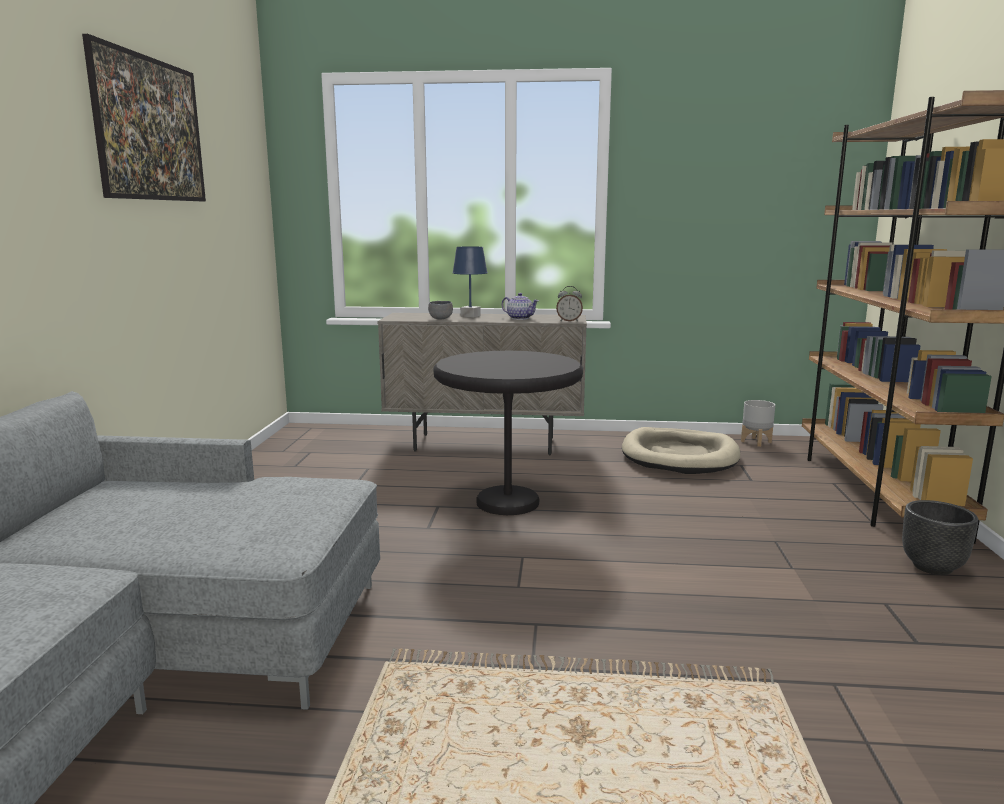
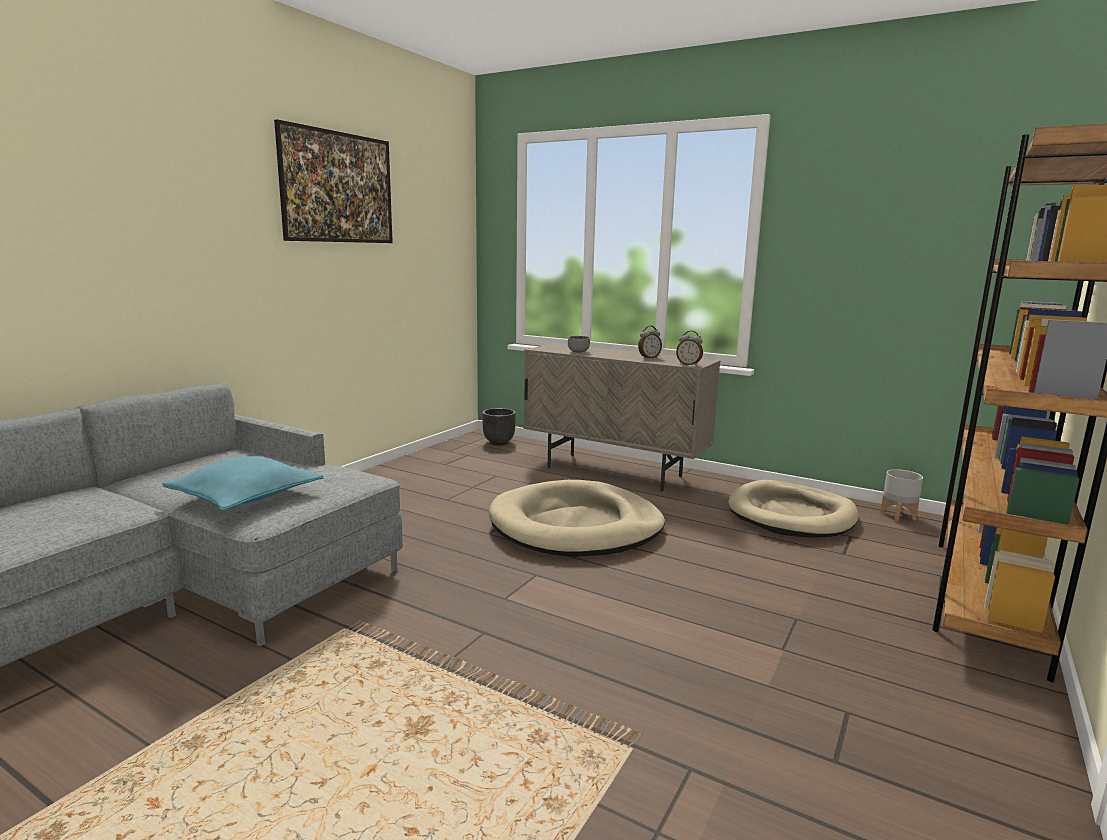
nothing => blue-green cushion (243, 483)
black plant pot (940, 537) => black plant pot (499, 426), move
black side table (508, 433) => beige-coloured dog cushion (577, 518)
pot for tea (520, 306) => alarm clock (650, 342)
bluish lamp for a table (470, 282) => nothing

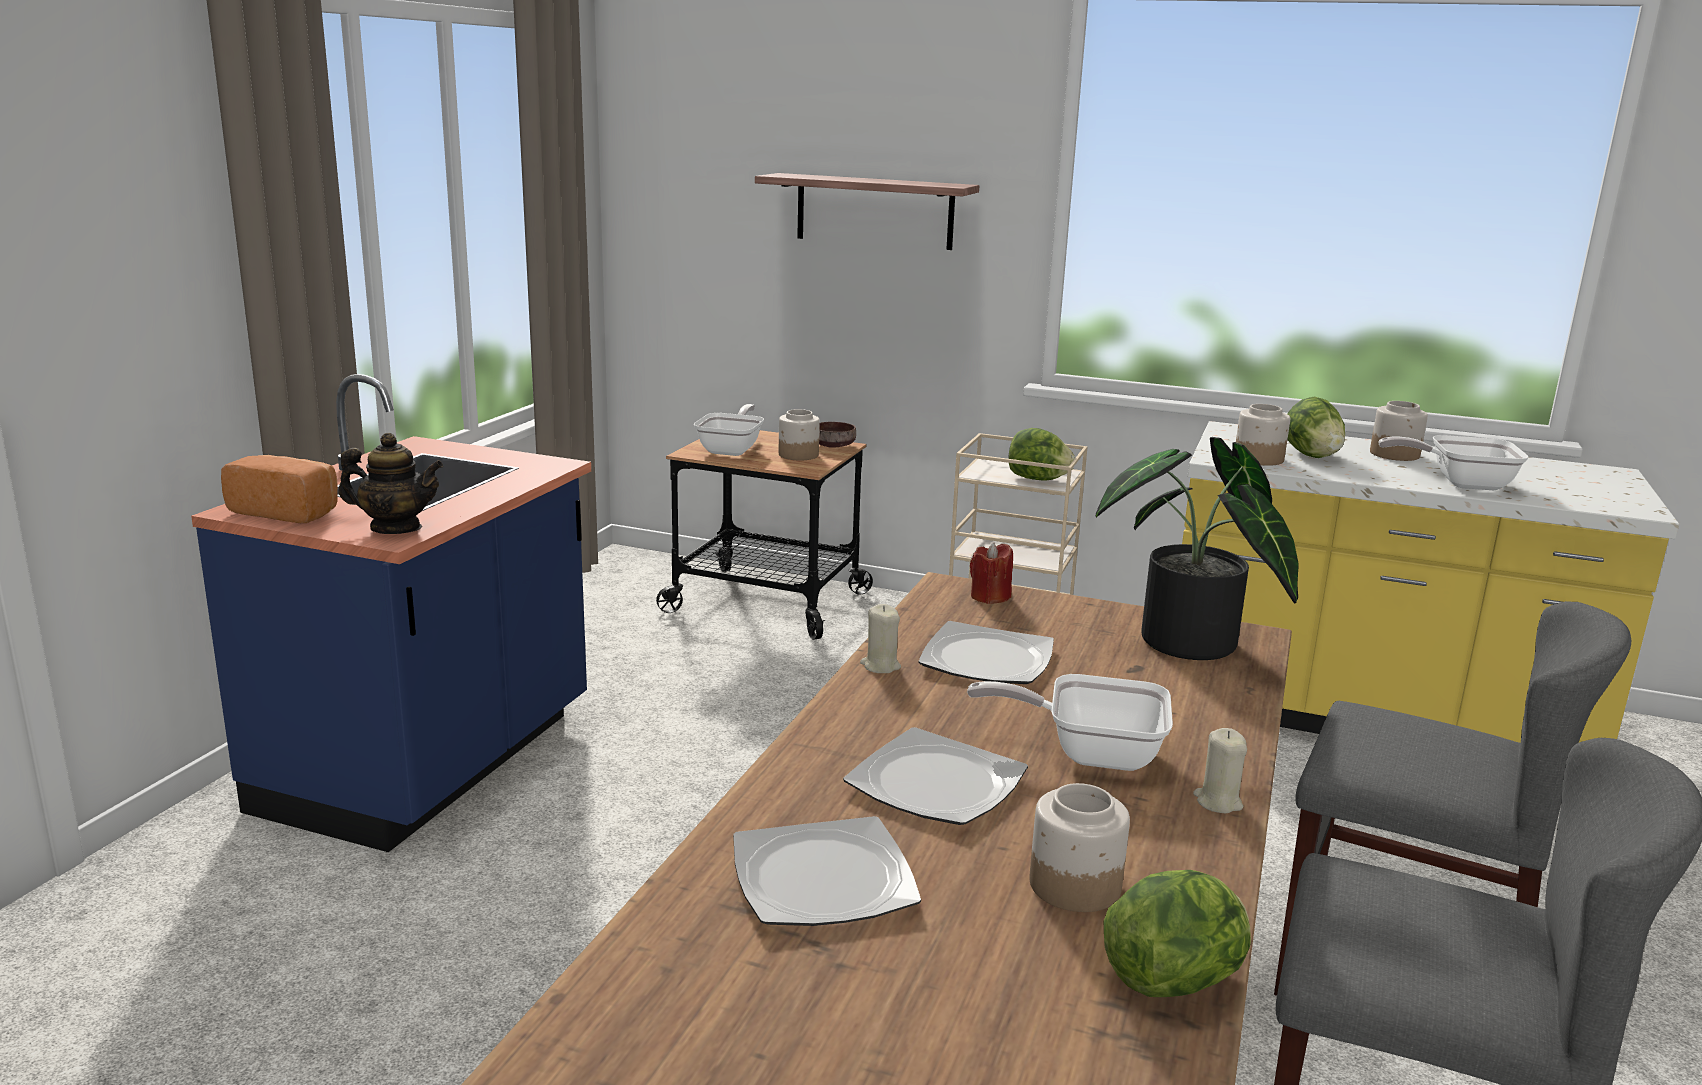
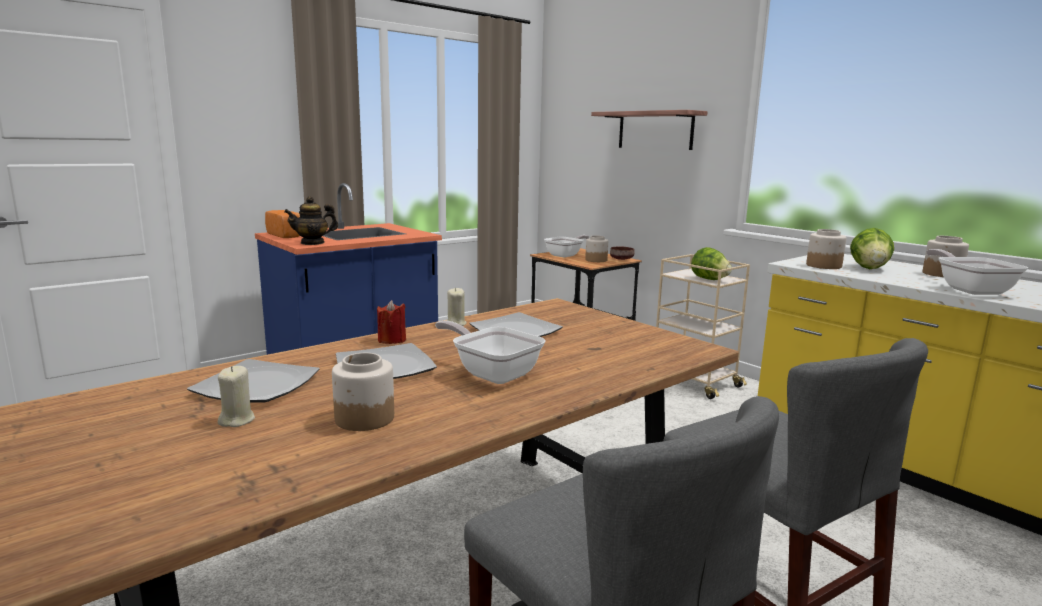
beige-coloured wax light (1220, 771) => beige-coloured wax light (236, 396), move
pot for tea (390, 483) => pot for tea (311, 220), 120 degrees clockwise
red wax light (991, 573) => red wax light (391, 322), move
frying pan (1454, 462) => frying pan (977, 272), 45 degrees clockwise
plant in a pot (1197, 548) => nothing
head of lettuce (1177, 933) => nothing

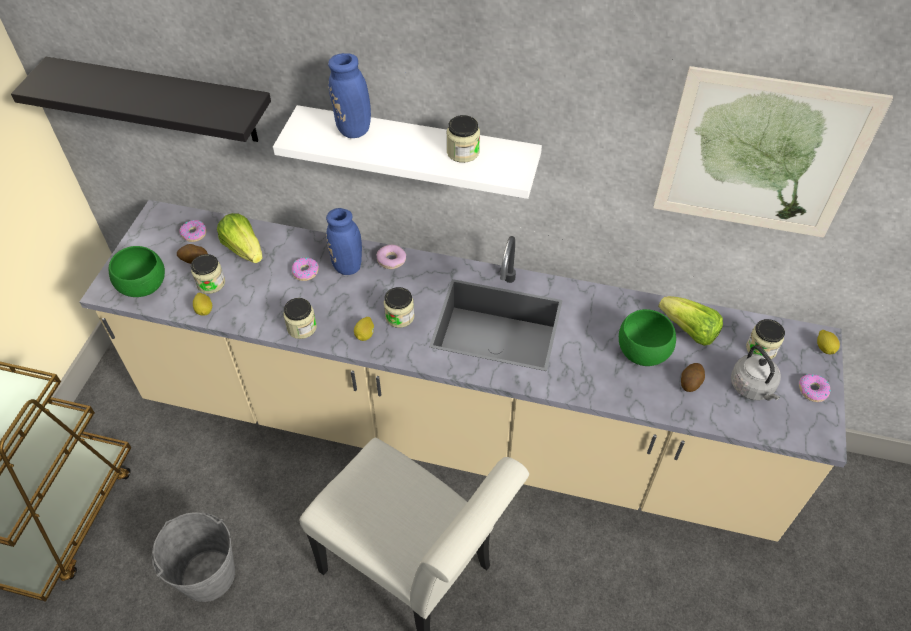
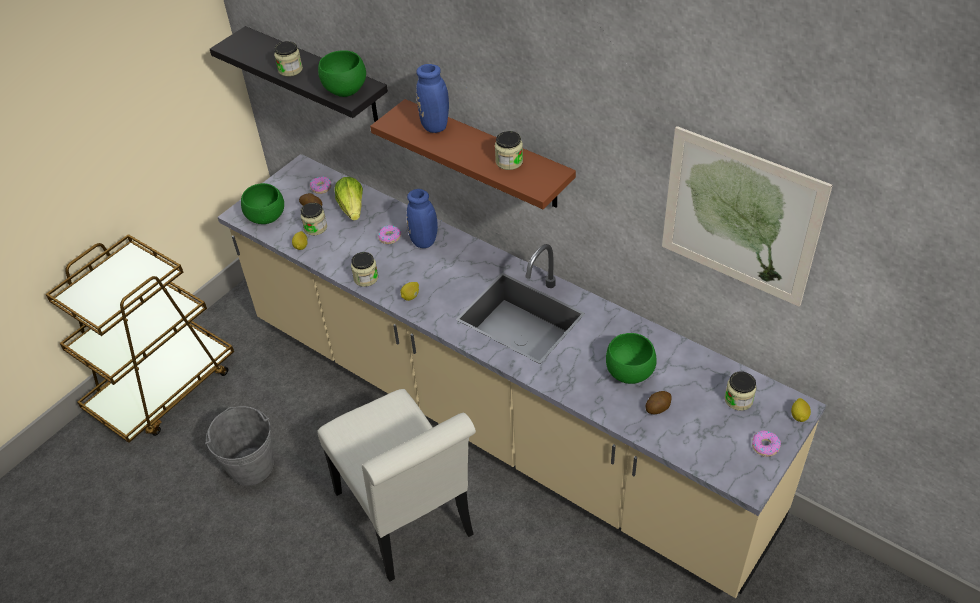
jar (399, 307) => jar (288, 58), move
nothing => green-coloured serving bowl (342, 73)
whitish shelf (407, 152) => brown shelf (473, 154)
ring doughnut (391, 257) => nothing
head of lettuce (690, 321) => nothing
greyish tea kettle (756, 373) => nothing

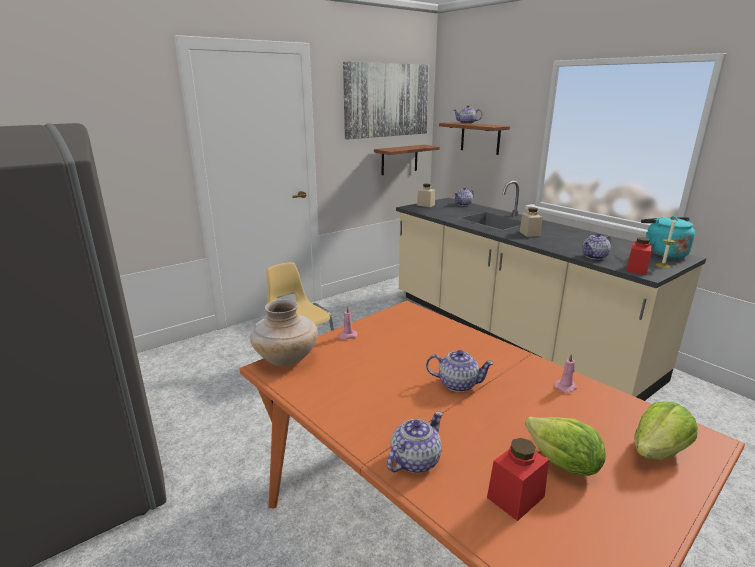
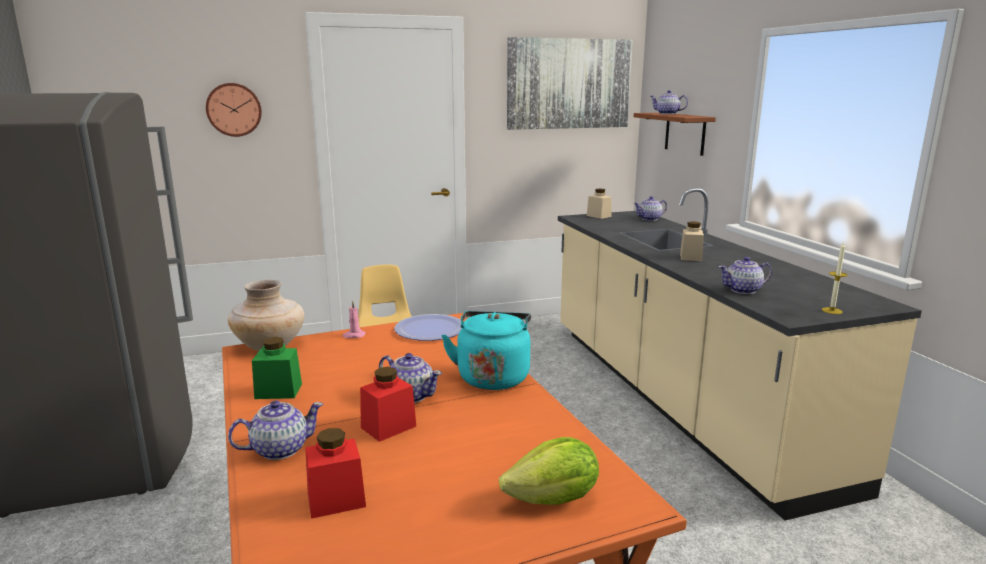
nothing => wall clock (234, 110)
nothing => green-coloured jar (277, 368)
red jar (638, 256) => red jar (388, 404), move
nothing => dinner plate (428, 327)
blue-green tea kettle (668, 237) => blue-green tea kettle (486, 350), move
brown shelf (407, 160) => nothing
head of lettuce (565, 446) => nothing
pink wax light (565, 373) => nothing

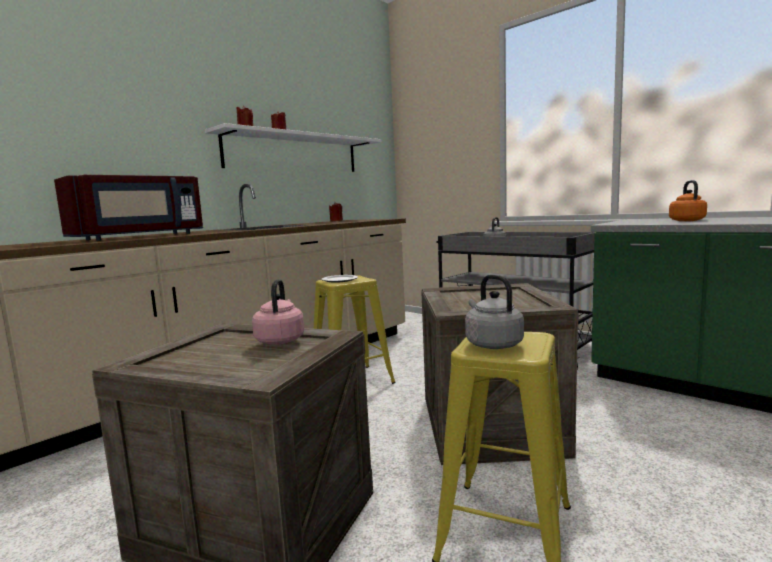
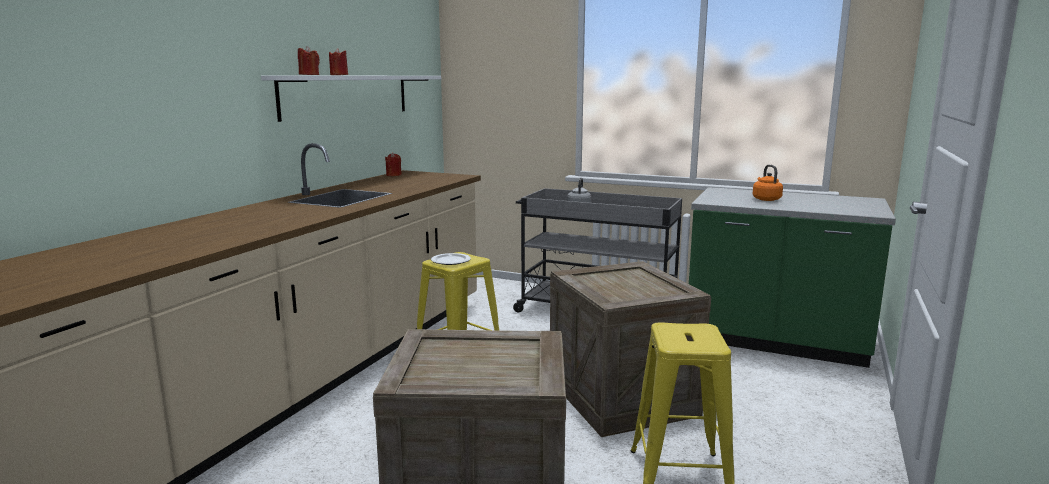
red kitchen microwave (128, 208) => nothing
pink tea kettle (278, 312) => nothing
greyish tea kettle (494, 312) => nothing

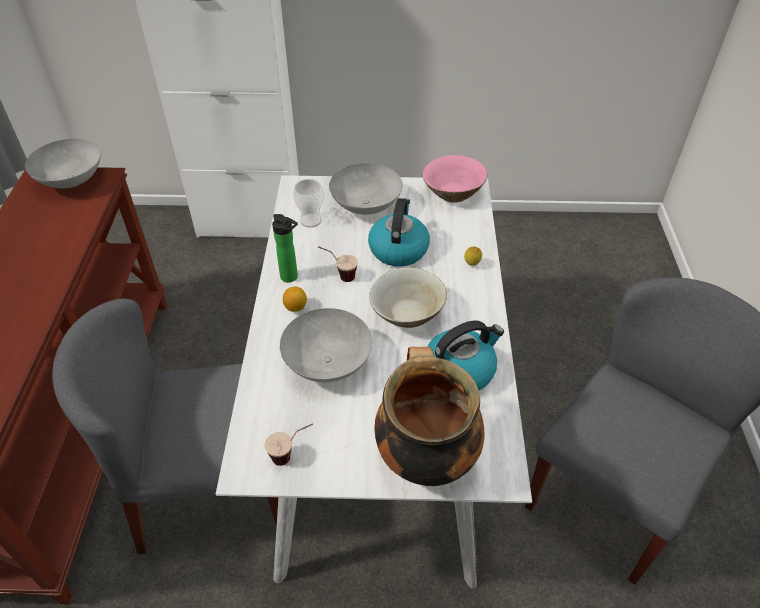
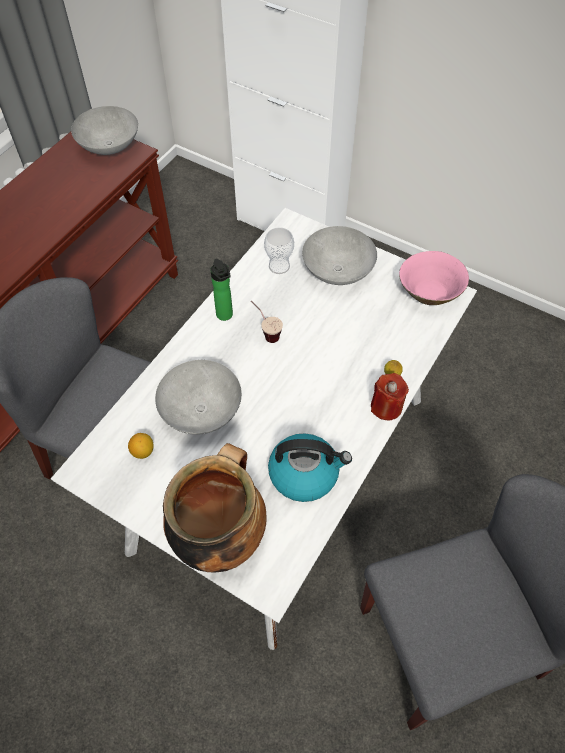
lemon (295, 299) => lemon (141, 446), move
nothing => red wax light (390, 397)
drinking cup (289, 444) => nothing
tea kettle (399, 232) => nothing
beige-coloured serving bowl (408, 298) => nothing

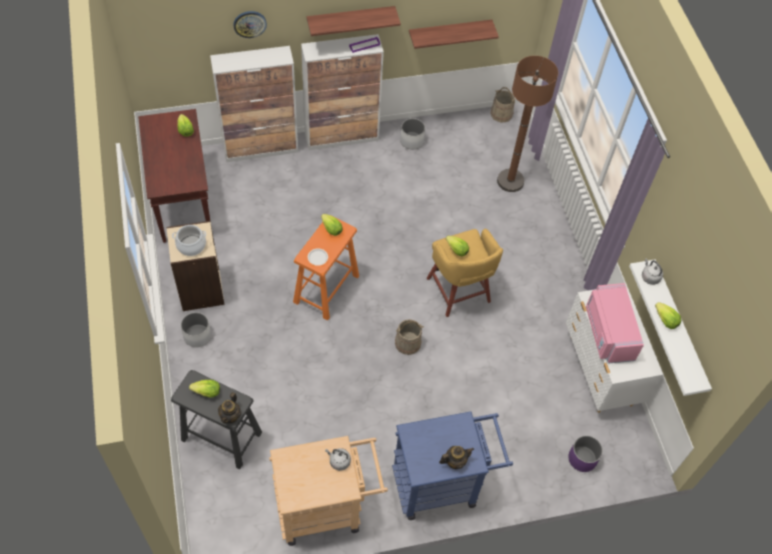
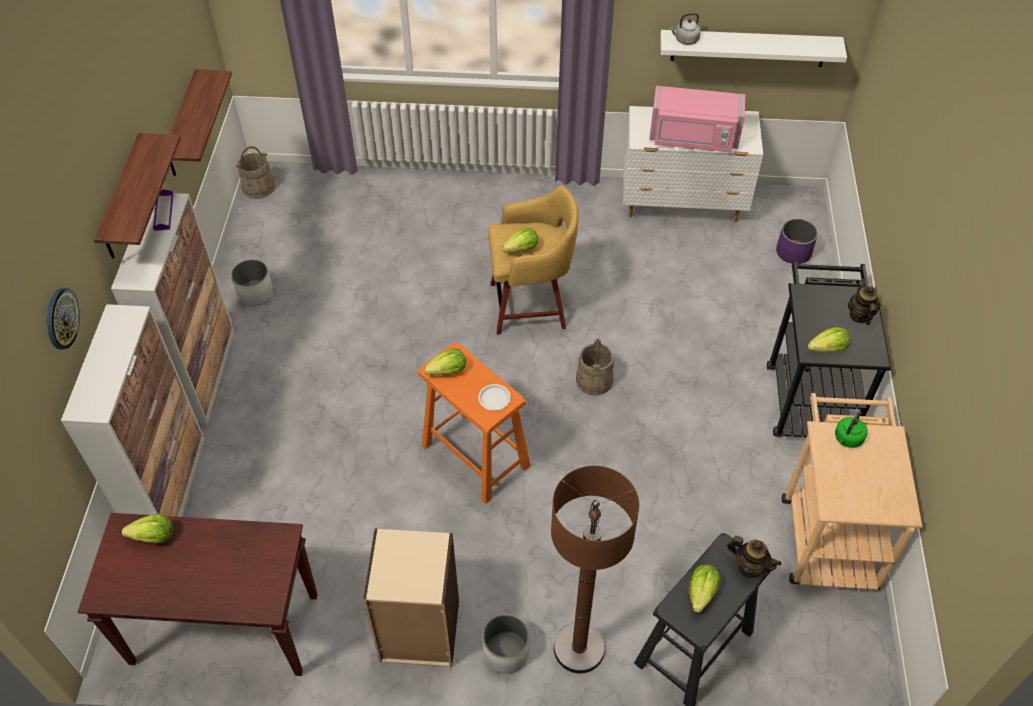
brown standing lamp (527, 124) => brown standing lamp (595, 569), move
bluish trolley (452, 466) => black trolley (829, 349)
head of lettuce (668, 315) => head of lettuce (829, 339), move
greyish tea kettle (338, 459) => green-coloured tea kettle (851, 429)
saucepot (189, 240) => nothing

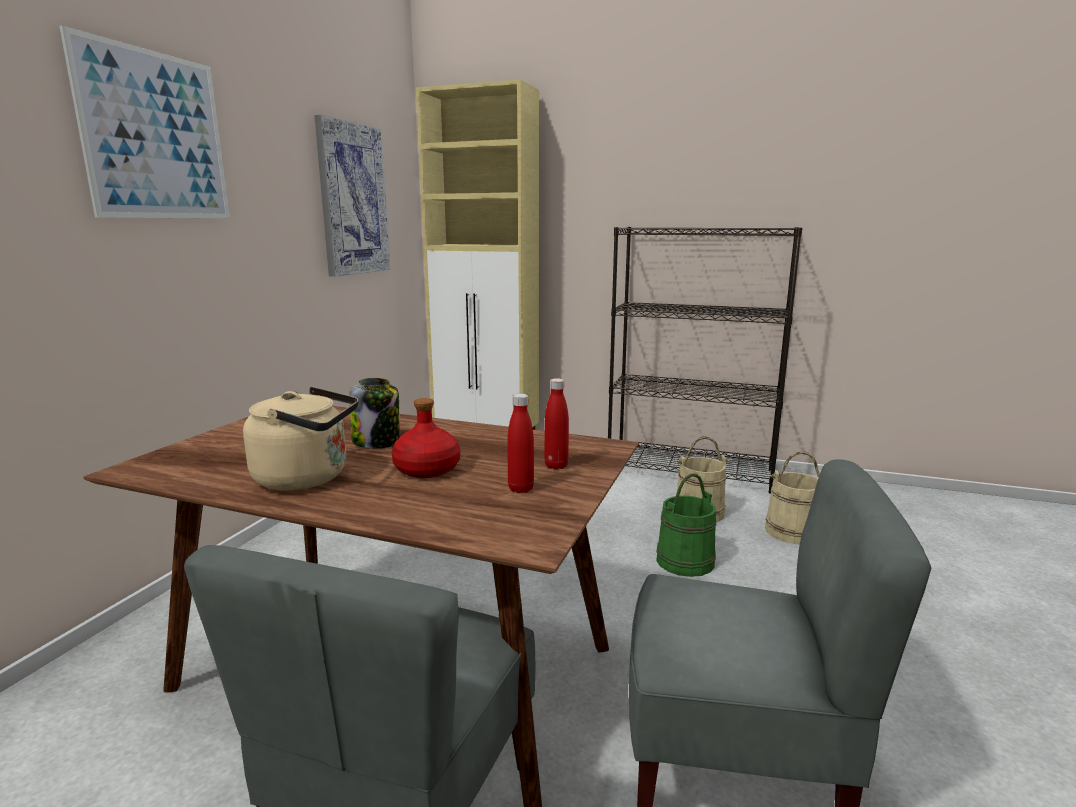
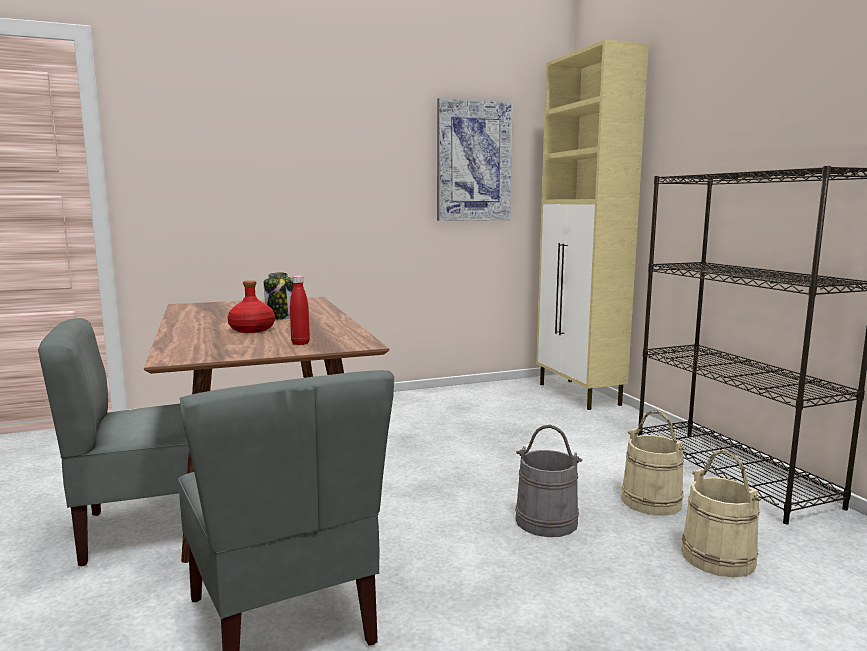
green-coloured pail (686, 525) => greyish pail (549, 481)
wall art (144, 122) => nothing
beige-coloured tea kettle (300, 439) => nothing
red drink bottle (520, 443) => nothing

